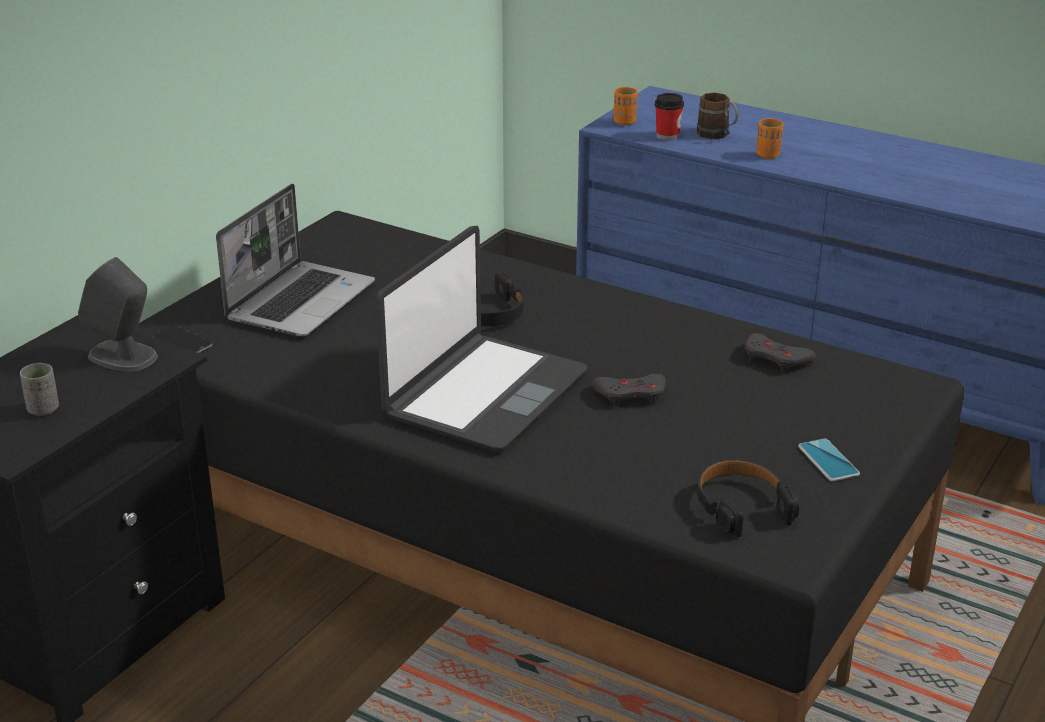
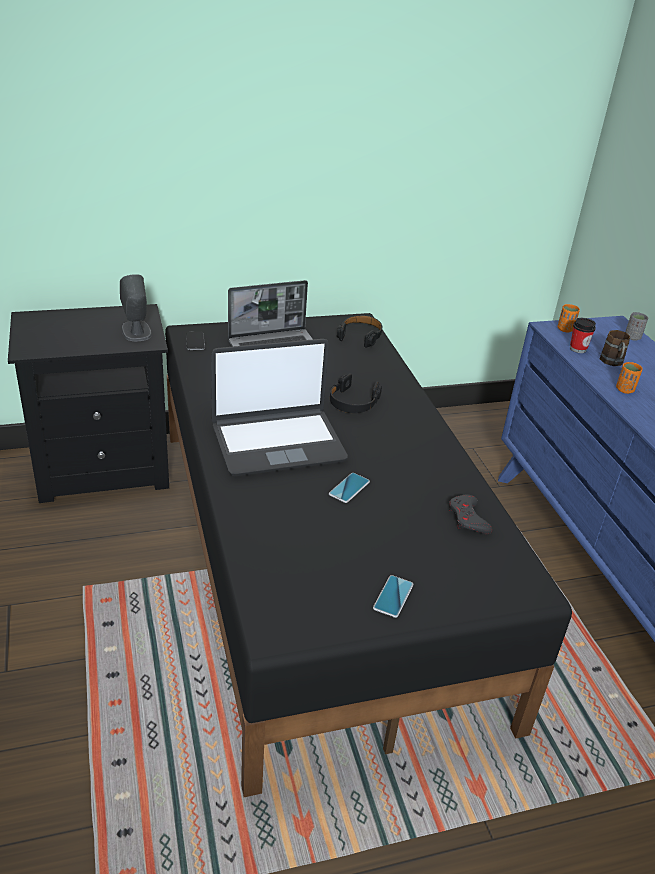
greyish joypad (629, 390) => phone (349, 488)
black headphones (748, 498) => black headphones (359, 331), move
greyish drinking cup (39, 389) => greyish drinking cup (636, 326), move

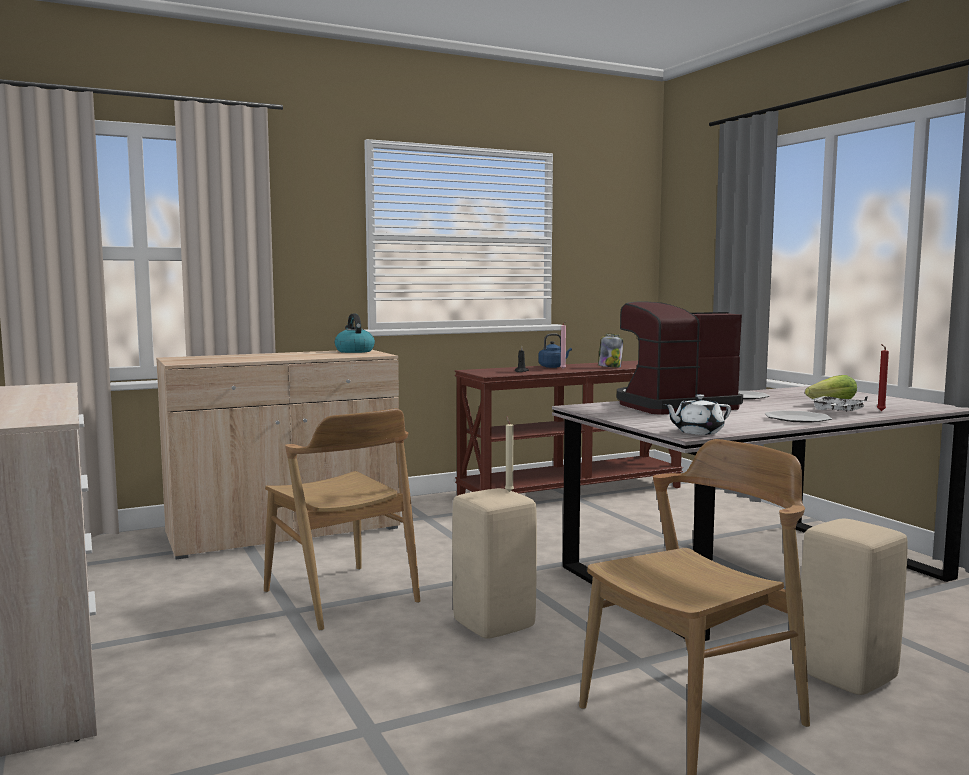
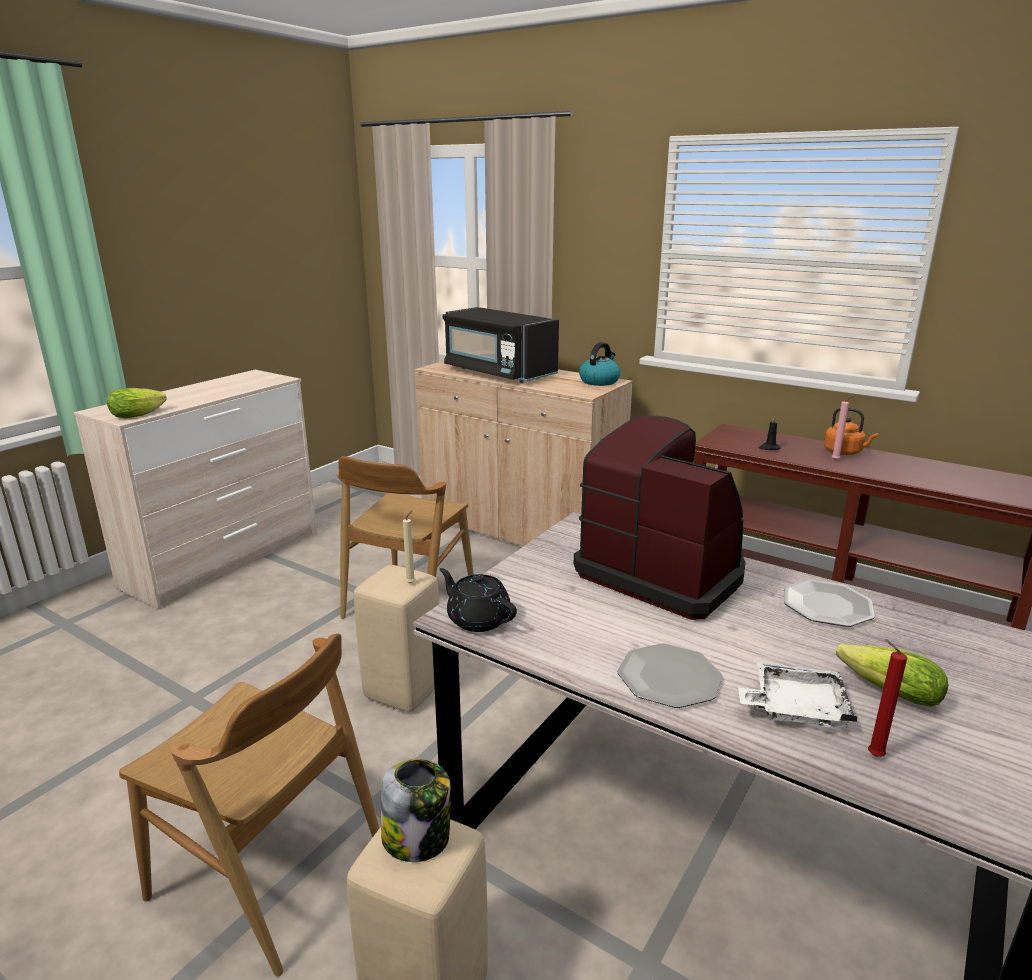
nothing => head of lettuce (137, 403)
jar (610, 351) => jar (416, 810), move
whitish pot for tea (697, 414) => black pot for tea (478, 600)
nothing => black kitchen microwave (501, 345)
bluish tea kettle (555, 350) => orange tea kettle (851, 431)

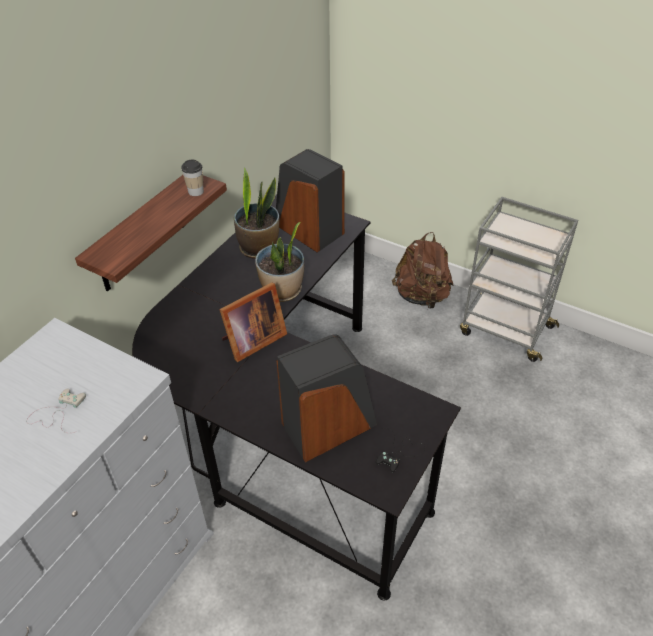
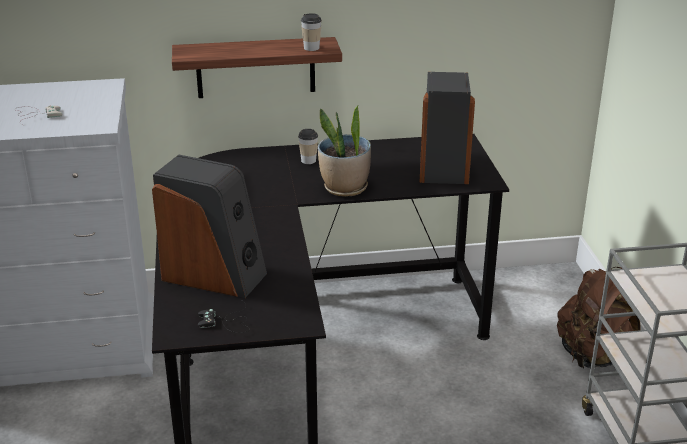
nothing => drinking cup (308, 146)
standing frame (253, 322) => nothing
plant in a pot (256, 213) => nothing

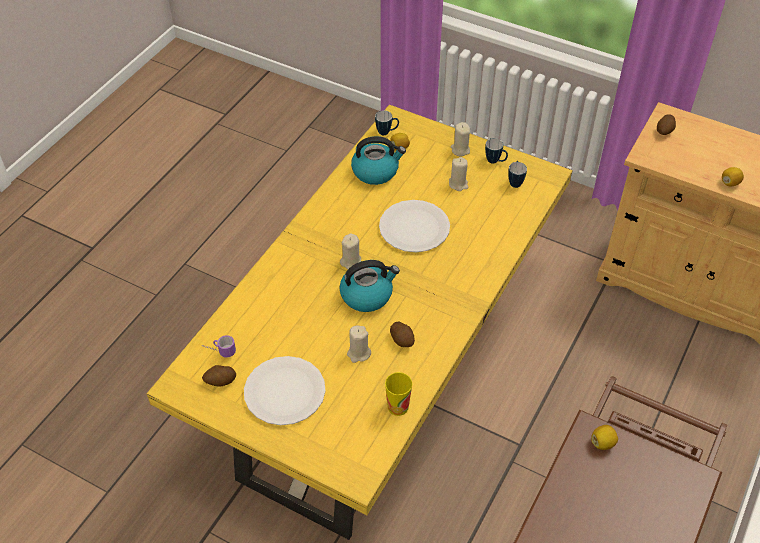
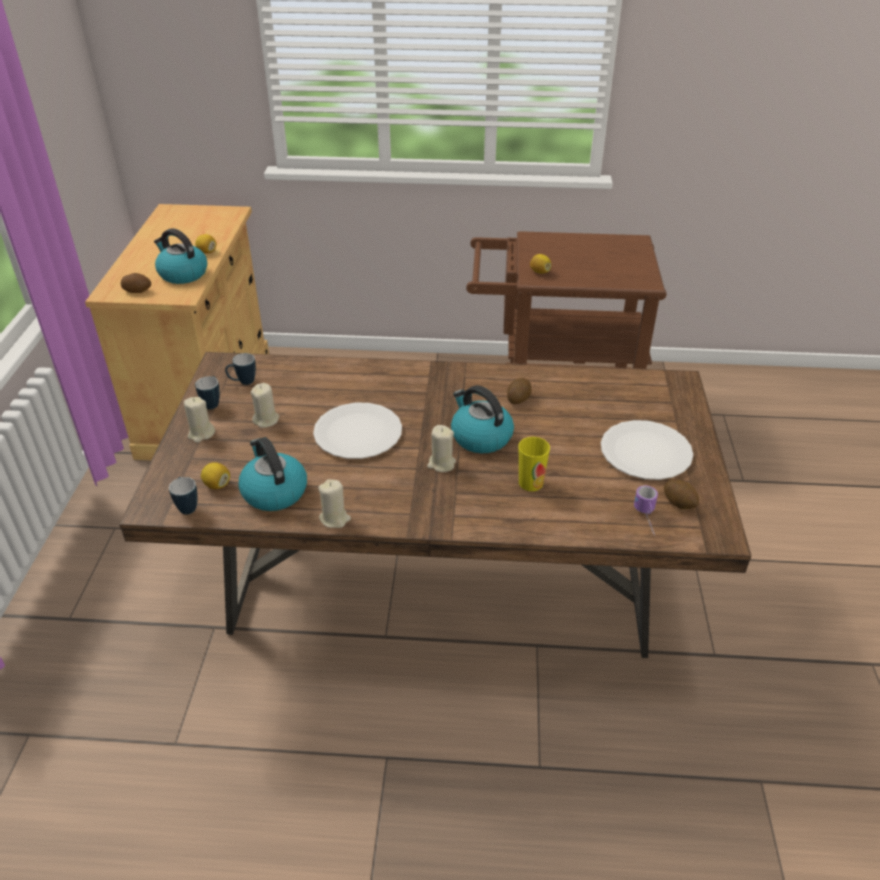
yellow kitchen table (360, 322) => brown kitchen table (435, 505)
nothing => tea kettle (180, 256)
beige-coloured wax light (359, 344) => beige-coloured wax light (334, 503), move
drinking cup (398, 394) => drinking cup (534, 464), move

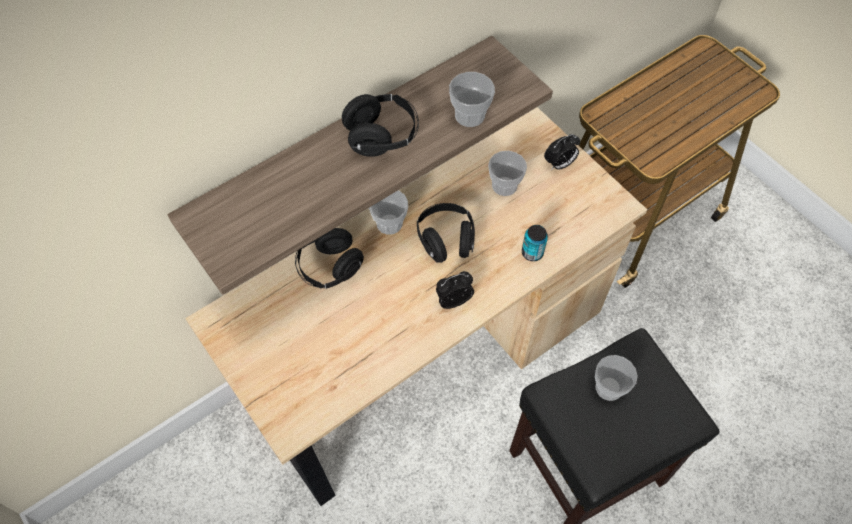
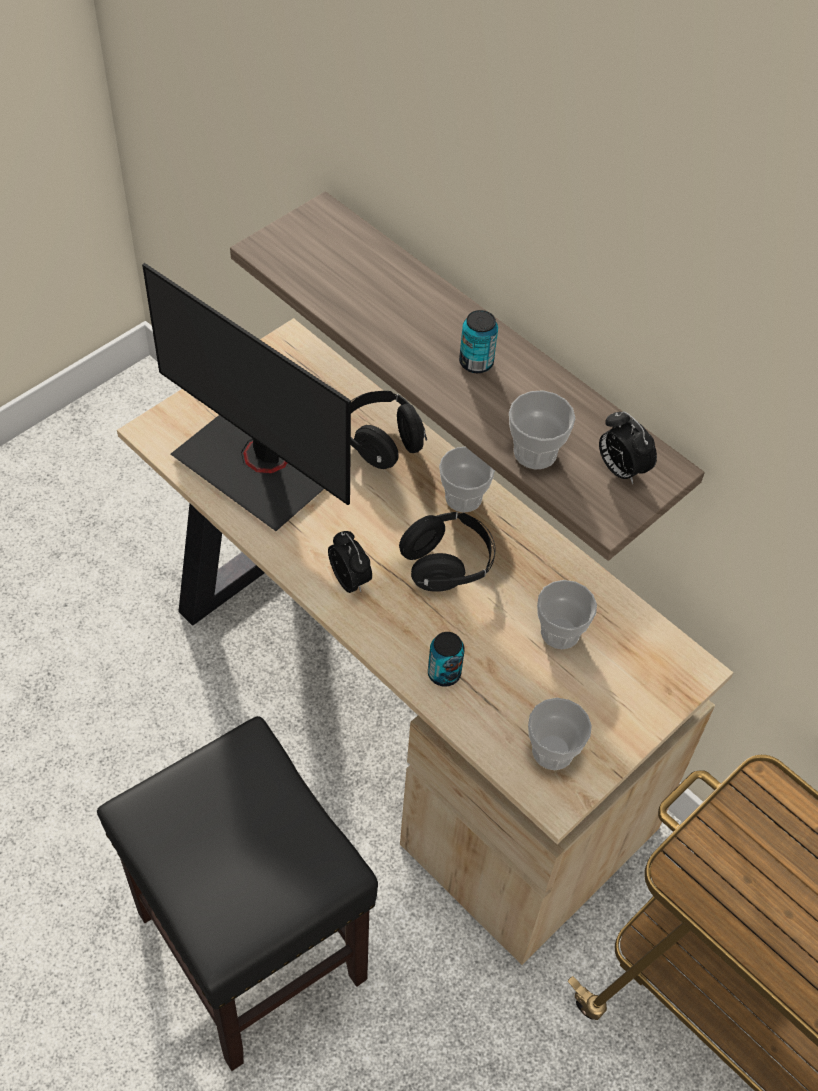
nothing => computer display (246, 397)
black headphones (380, 125) => metal can (478, 341)
drinking cup (616, 378) => drinking cup (560, 734), move
alarm clock (562, 152) => alarm clock (628, 447), move

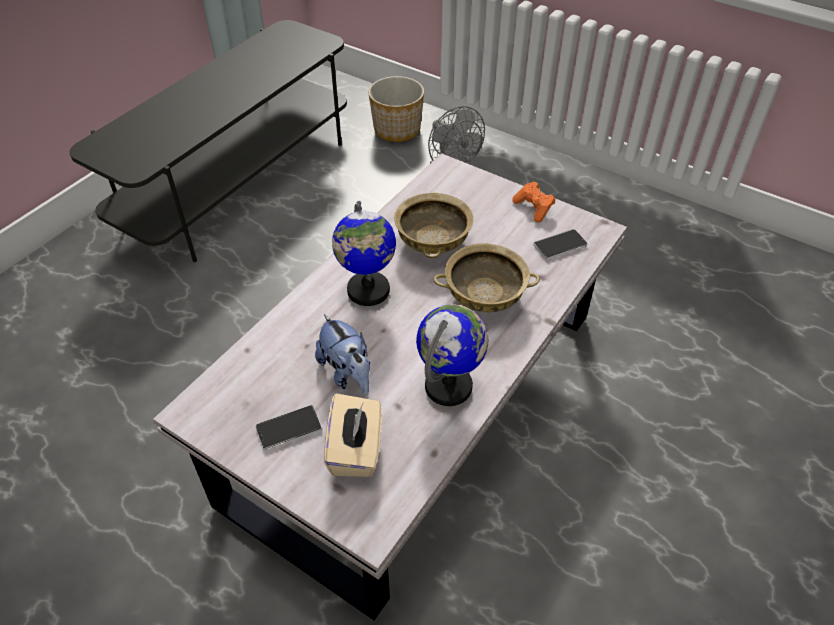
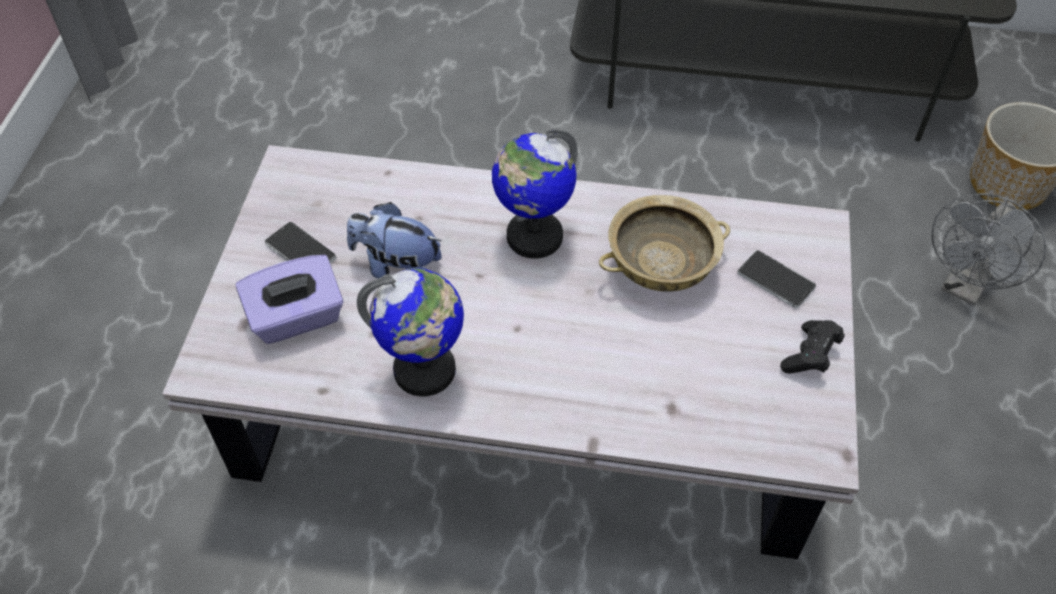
beige-coloured tissue box (353, 435) => purple tissue box (289, 299)
cuddly toy (342, 354) => cuddly toy (394, 240), 75 degrees clockwise
phone (560, 244) => phone (776, 279), move
orange joypad (533, 201) => black joypad (812, 347)
beige-coloured serving bowl (487, 277) => nothing

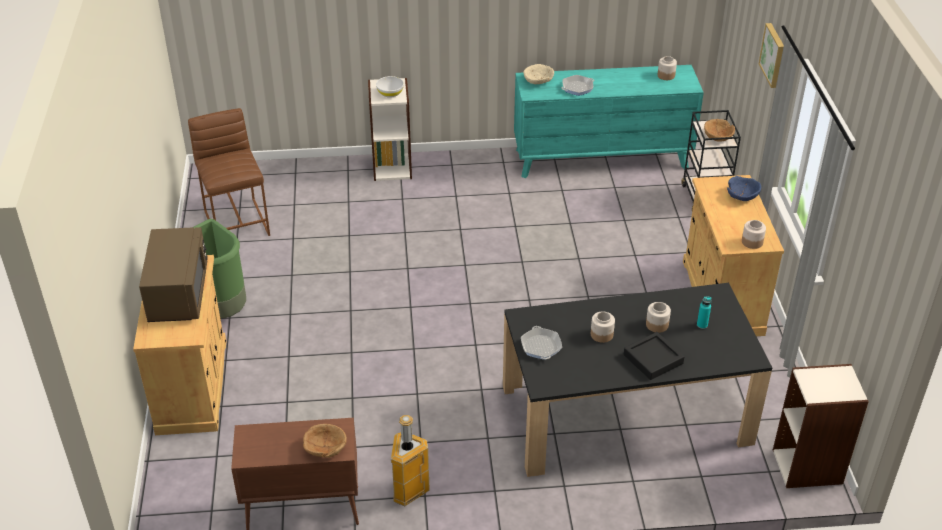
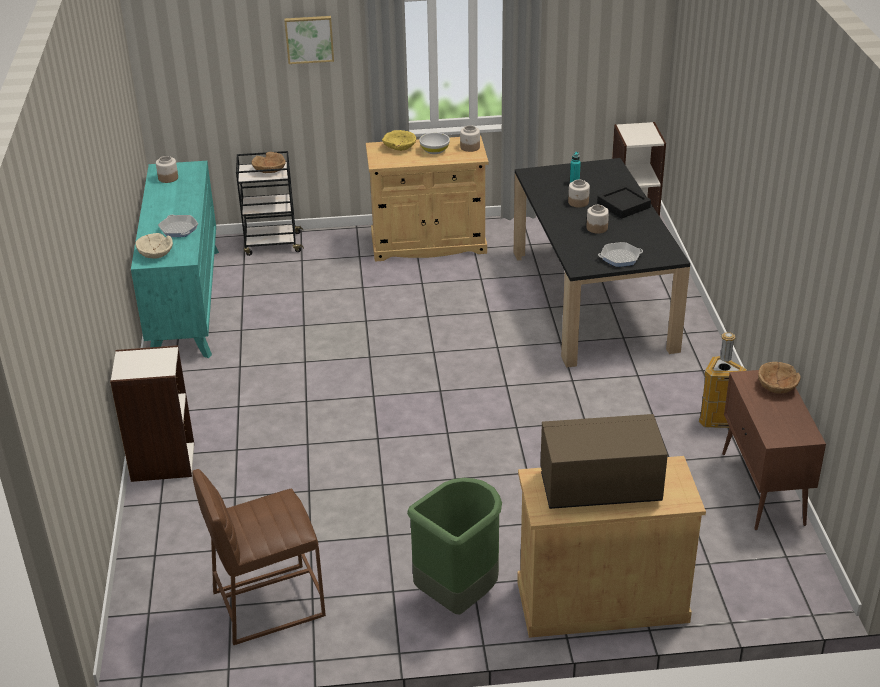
bluish serving bowl (744, 188) => yellow serving bowl (399, 140)
whitish serving bowl (390, 87) => whitish serving bowl (434, 143), move

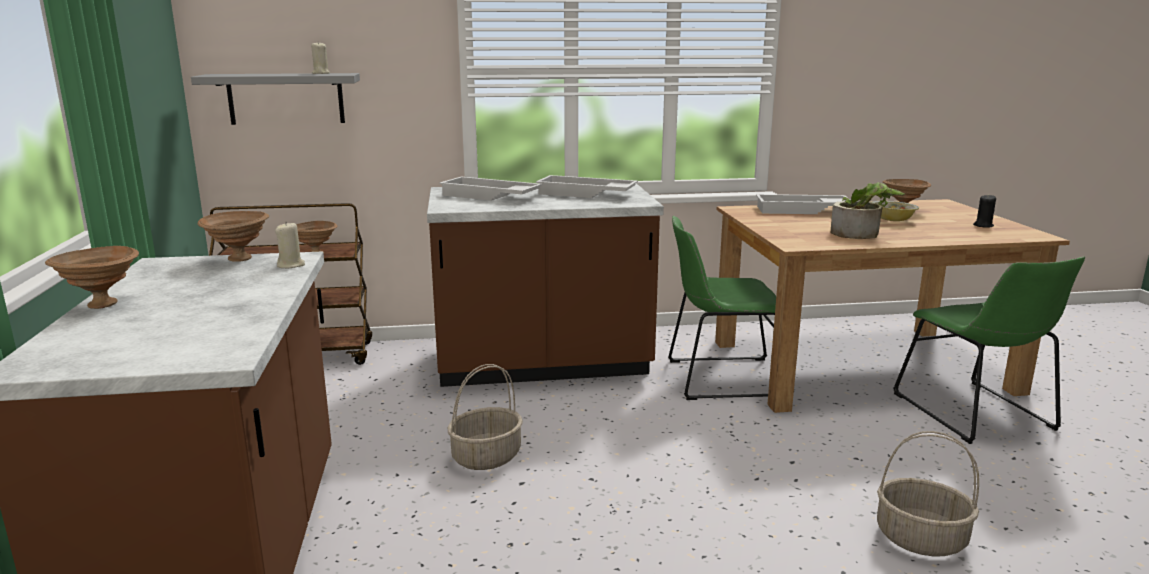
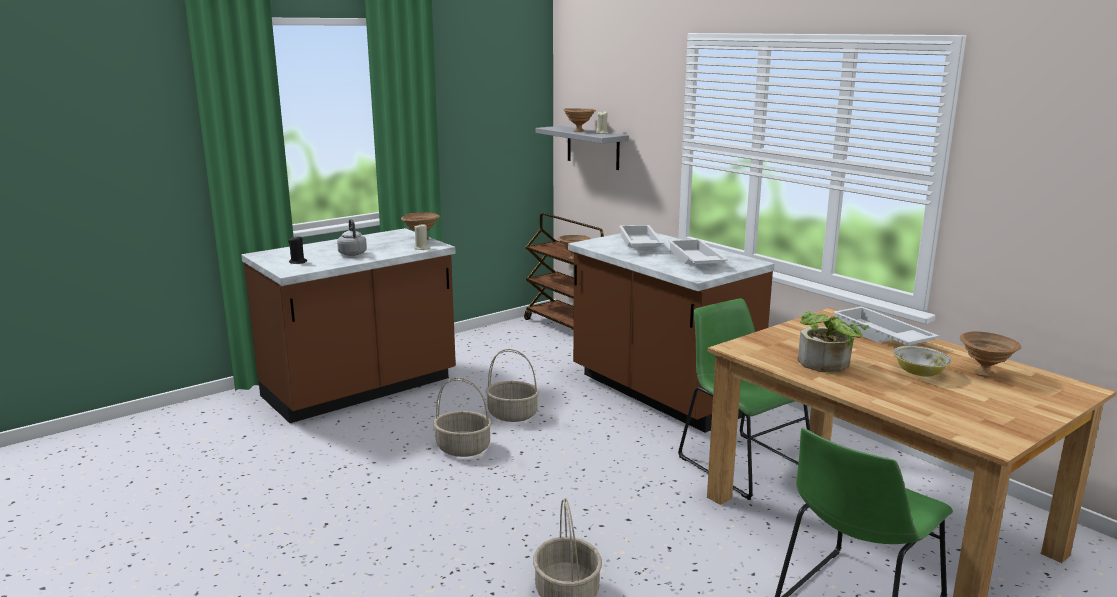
black wax light (984, 211) => black wax light (297, 249), move
nothing => greyish tea kettle (352, 237)
nothing => household basket (462, 417)
brown serving bowl (92, 277) => brown serving bowl (579, 120), move

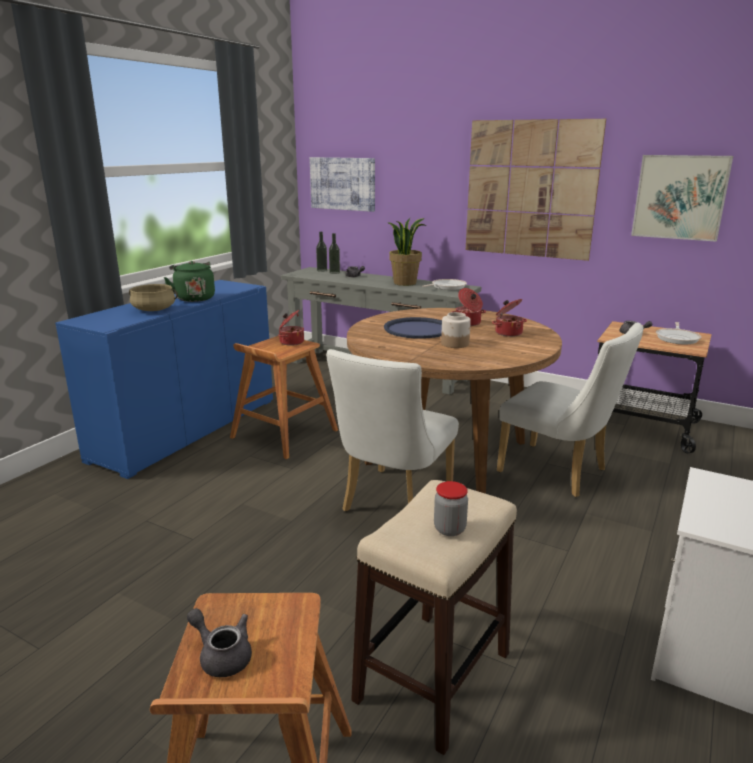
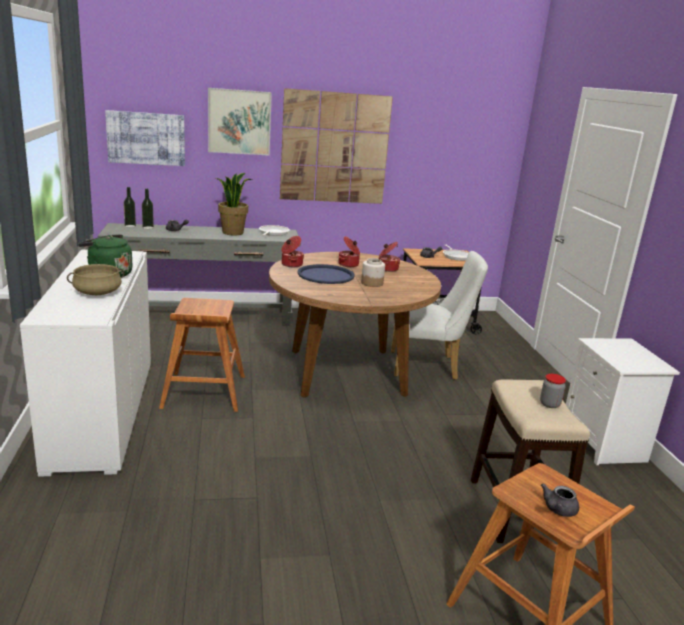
bluish cupboard (164, 379) => whitish cupboard (85, 363)
wall art (682, 198) => wall art (240, 122), move
saucepot (291, 328) => saucepot (292, 251), move
greyish pot for tea (219, 642) => greyish pot for tea (560, 500), 45 degrees counterclockwise
whitish chair (392, 430) => nothing

